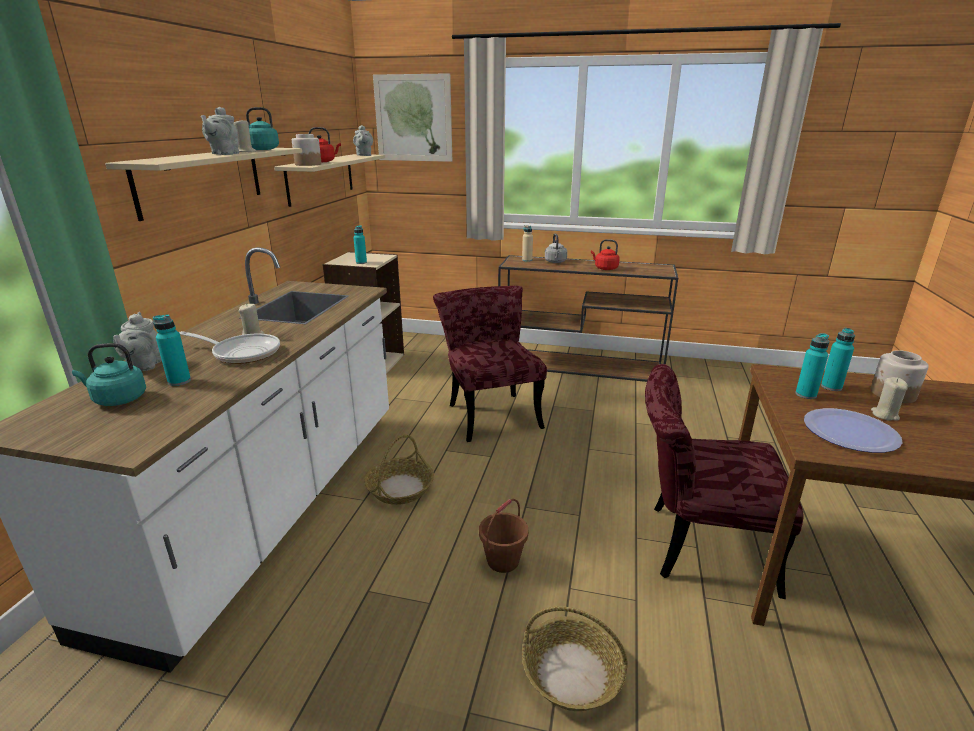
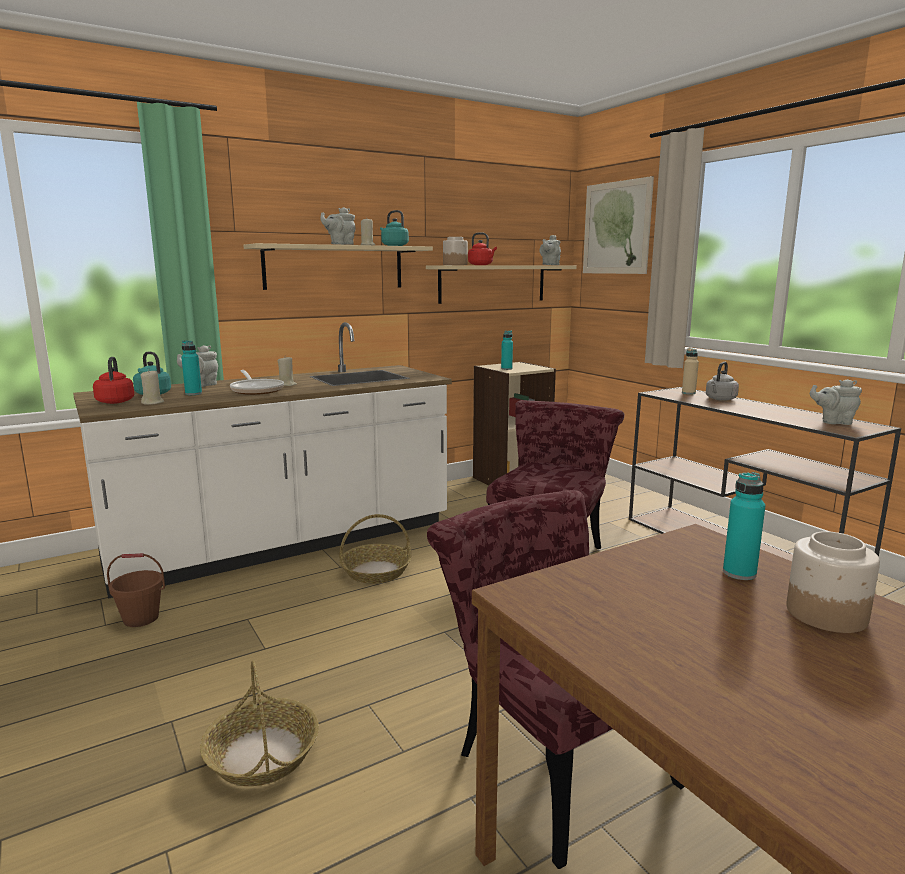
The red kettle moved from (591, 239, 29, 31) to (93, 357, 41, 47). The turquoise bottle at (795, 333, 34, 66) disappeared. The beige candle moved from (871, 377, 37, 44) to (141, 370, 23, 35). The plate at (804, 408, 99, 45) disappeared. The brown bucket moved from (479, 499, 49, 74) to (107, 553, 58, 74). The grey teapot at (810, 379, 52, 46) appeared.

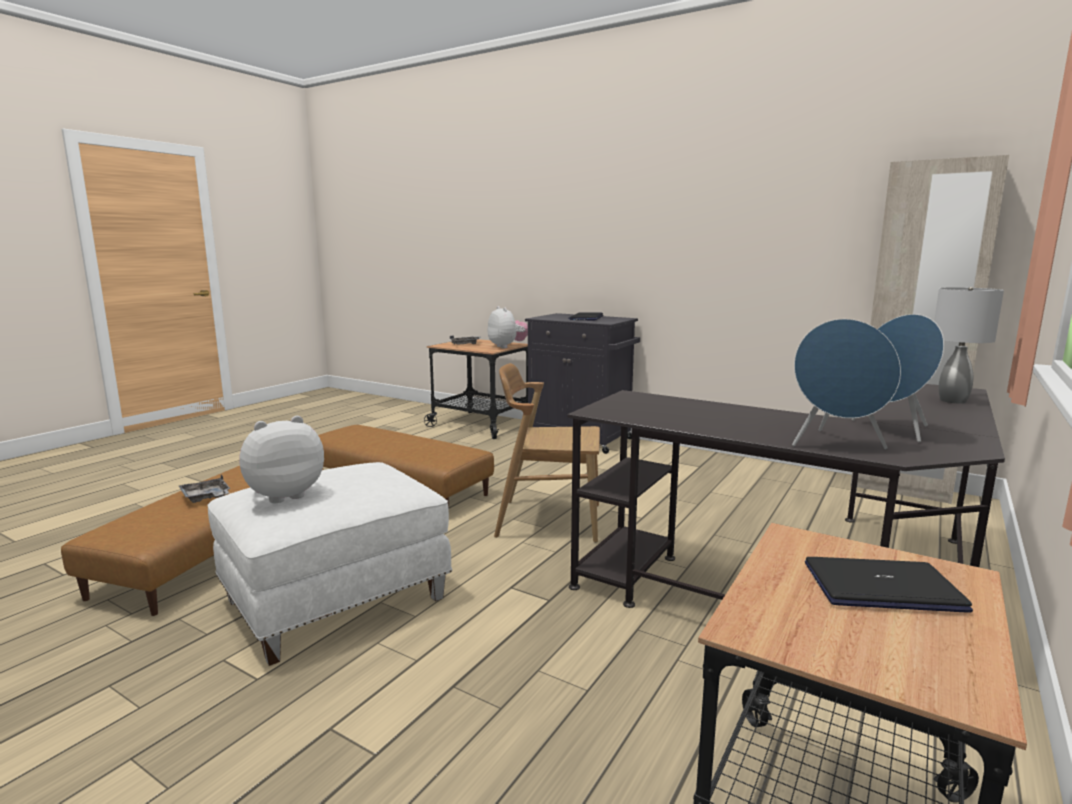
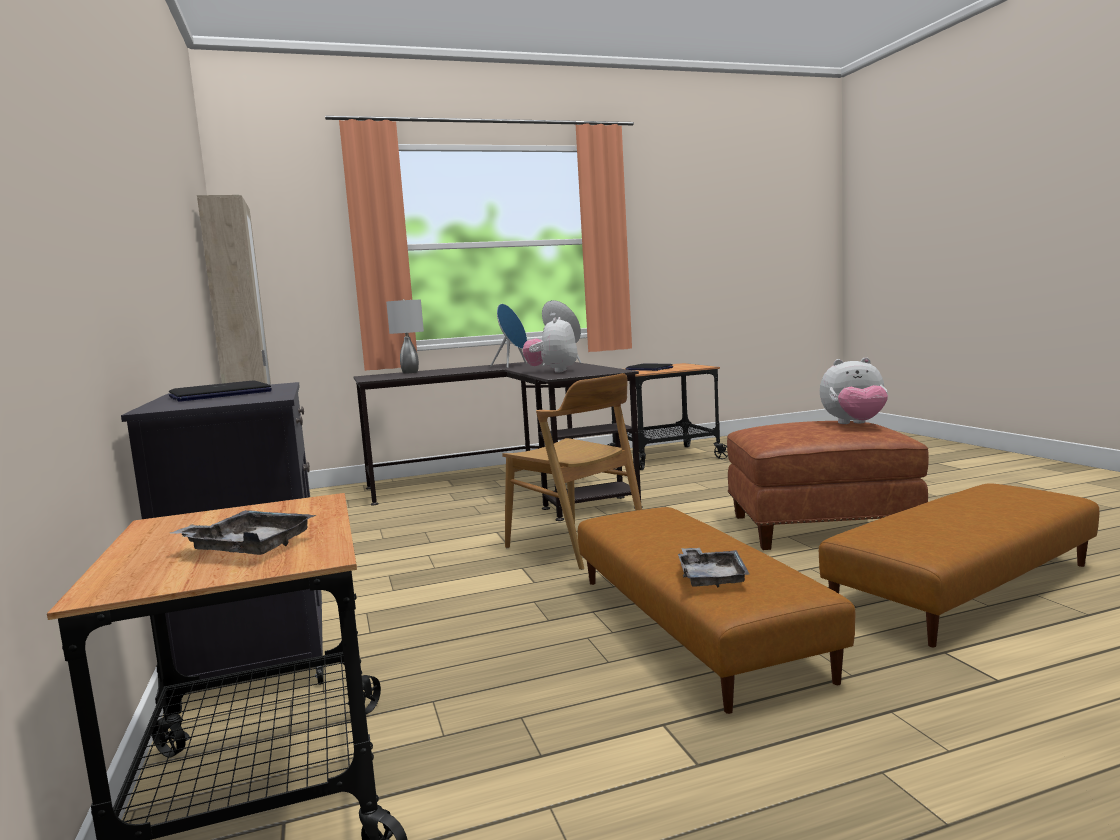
The plush toy moved from (488, 306, 40, 42) to (523, 317, 54, 56). The white ottoman at (208, 462, 244, 204) became the brown ottoman at (727, 421, 202, 129). The grey tray moved from (179, 474, 52, 29) to (678, 548, 72, 40).

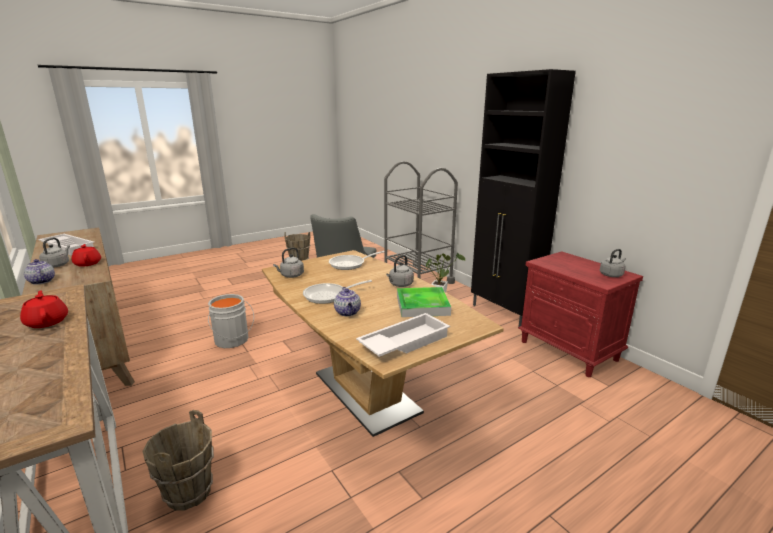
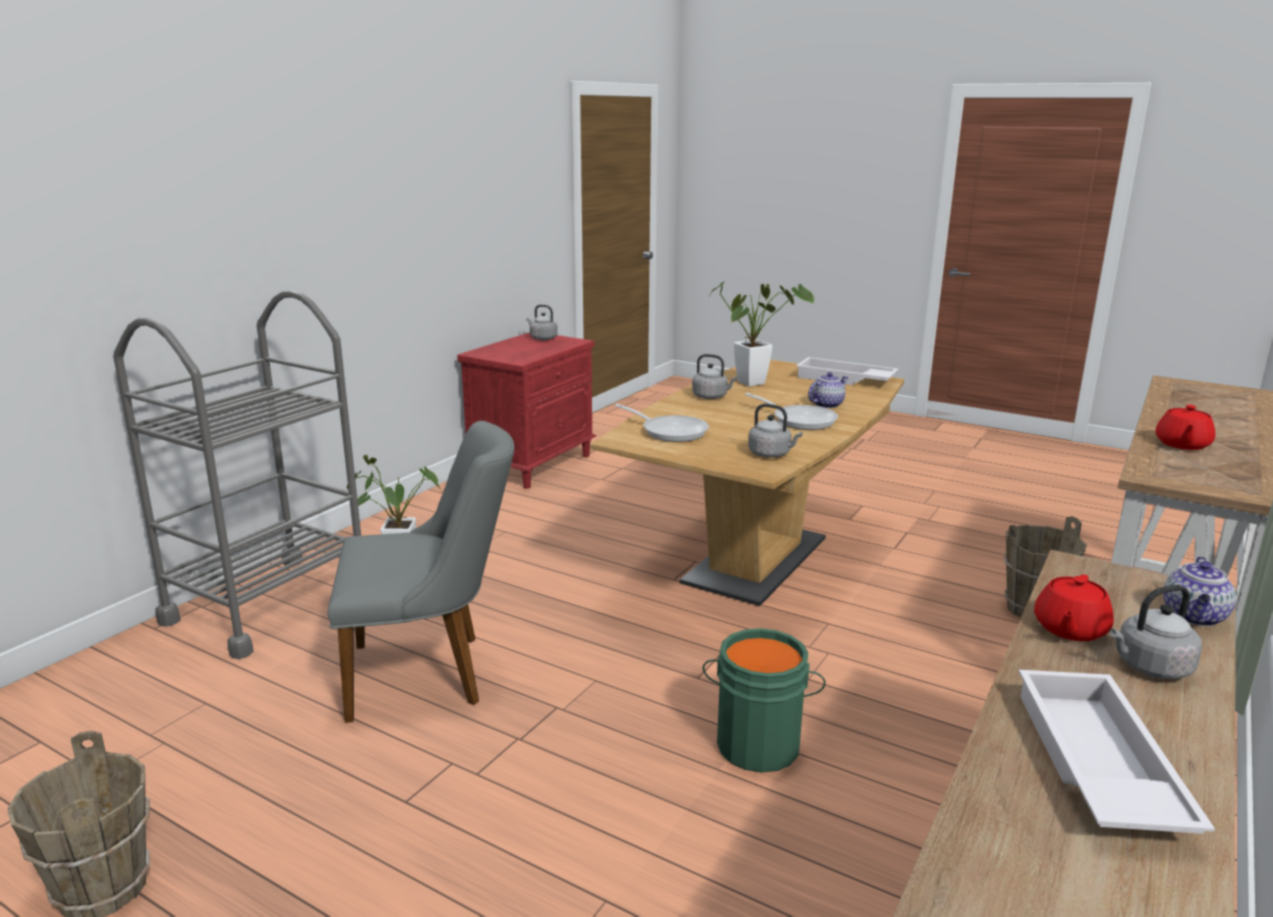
The black cabinet at (471, 69, 105, 258) disappeared. The tray at (397, 287, 54, 30) was replaced by the potted plant at (710, 282, 104, 104). The grey bucket at (208, 294, 46, 54) became the green bucket at (703, 628, 123, 145).

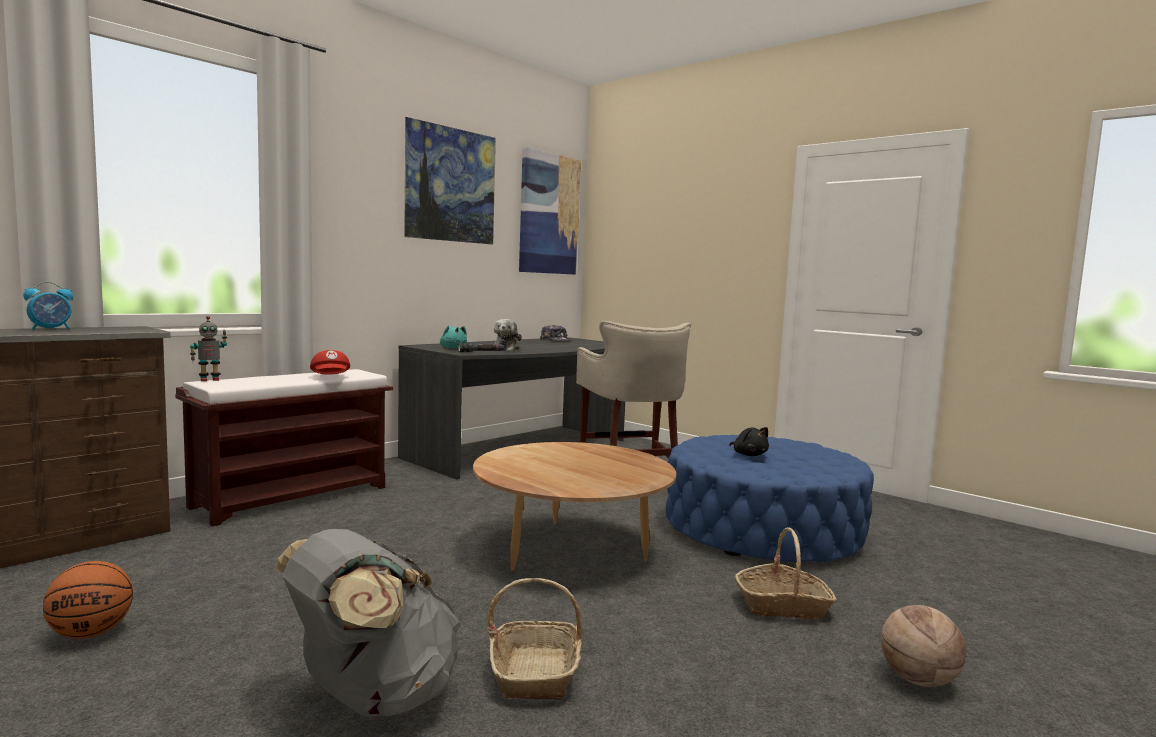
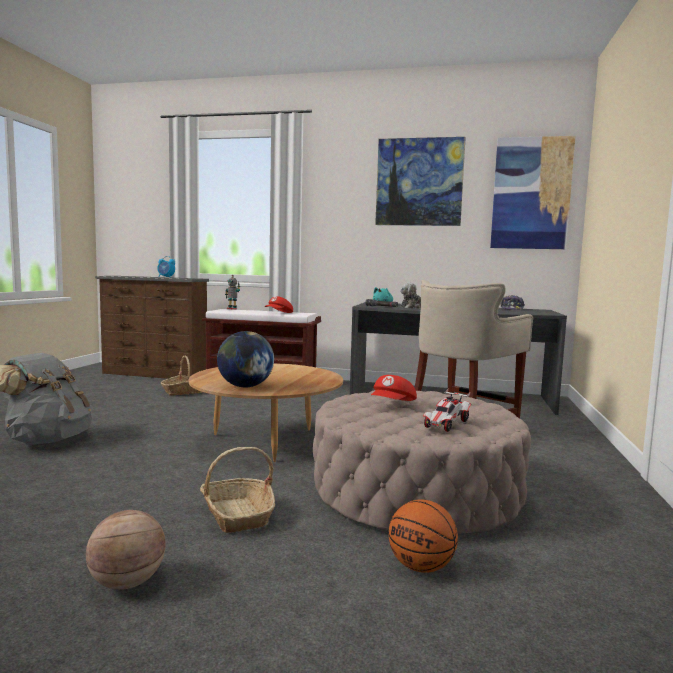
The black plush toy at (729, 427, 40, 29) was replaced by the red cap at (371, 375, 46, 26). The blue ottoman at (666, 435, 208, 127) became the beige ottoman at (313, 390, 218, 144). The basketball moved from (43, 561, 90, 78) to (389, 499, 69, 74). The basket moved from (488, 578, 95, 122) to (161, 356, 42, 40). The globe at (217, 331, 57, 57) appeared. The toy car at (423, 389, 48, 43) appeared.

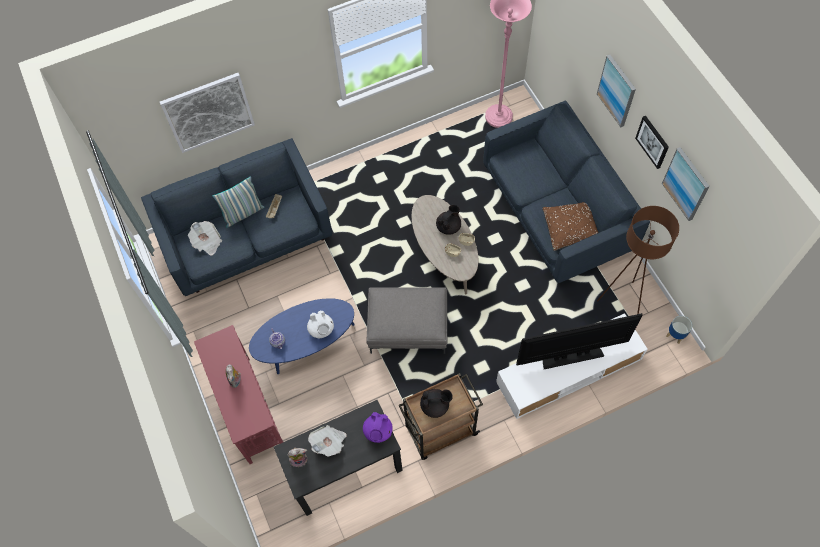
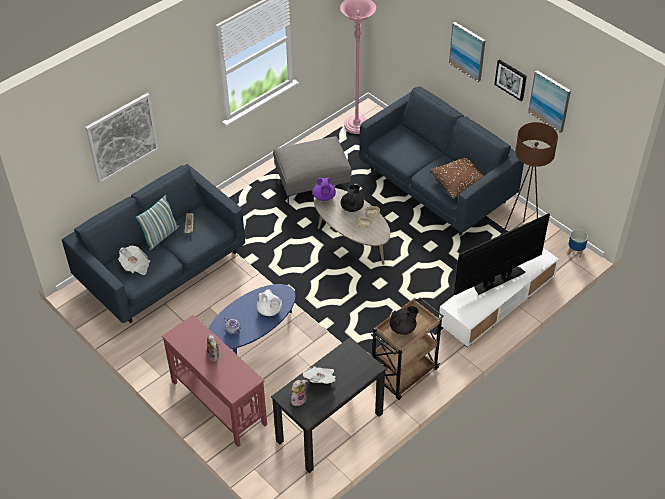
The grey ottoman moved from (366, 287, 81, 67) to (273, 136, 79, 68). The purple teapot moved from (363, 412, 30, 31) to (312, 177, 24, 24).

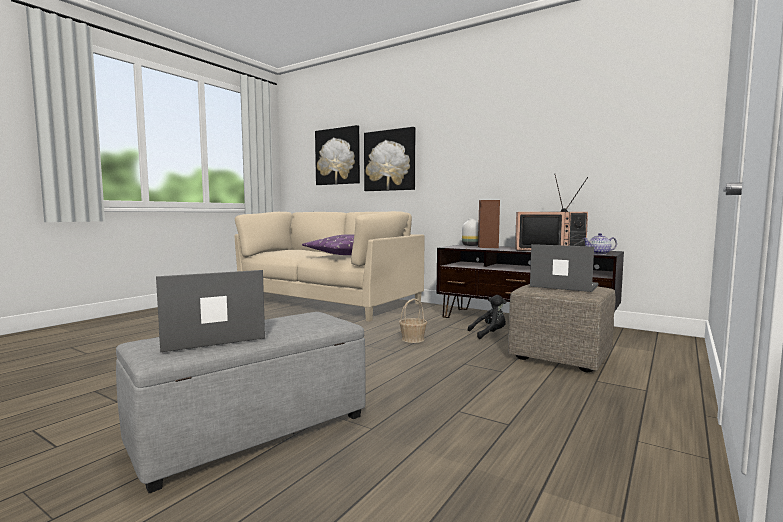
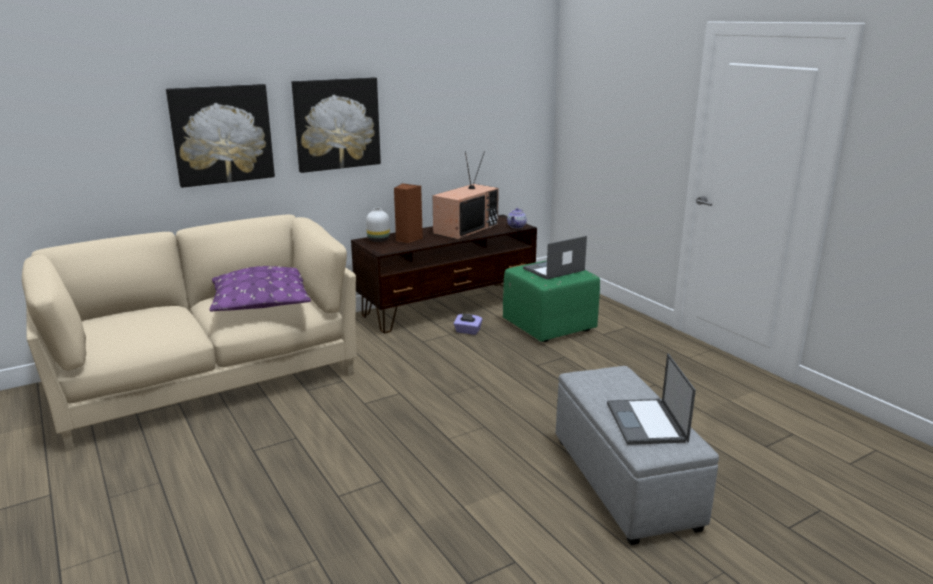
The picture moved from (315, 125, 45, 60) to (292, 77, 89, 96). The beige ottoman at (508, 284, 108, 88) became the green ottoman at (503, 261, 97, 81). The black plush toy at (468, 295, 38, 44) was replaced by the purple tissue box at (453, 313, 30, 22). The basket at (399, 298, 28, 45) disappeared.

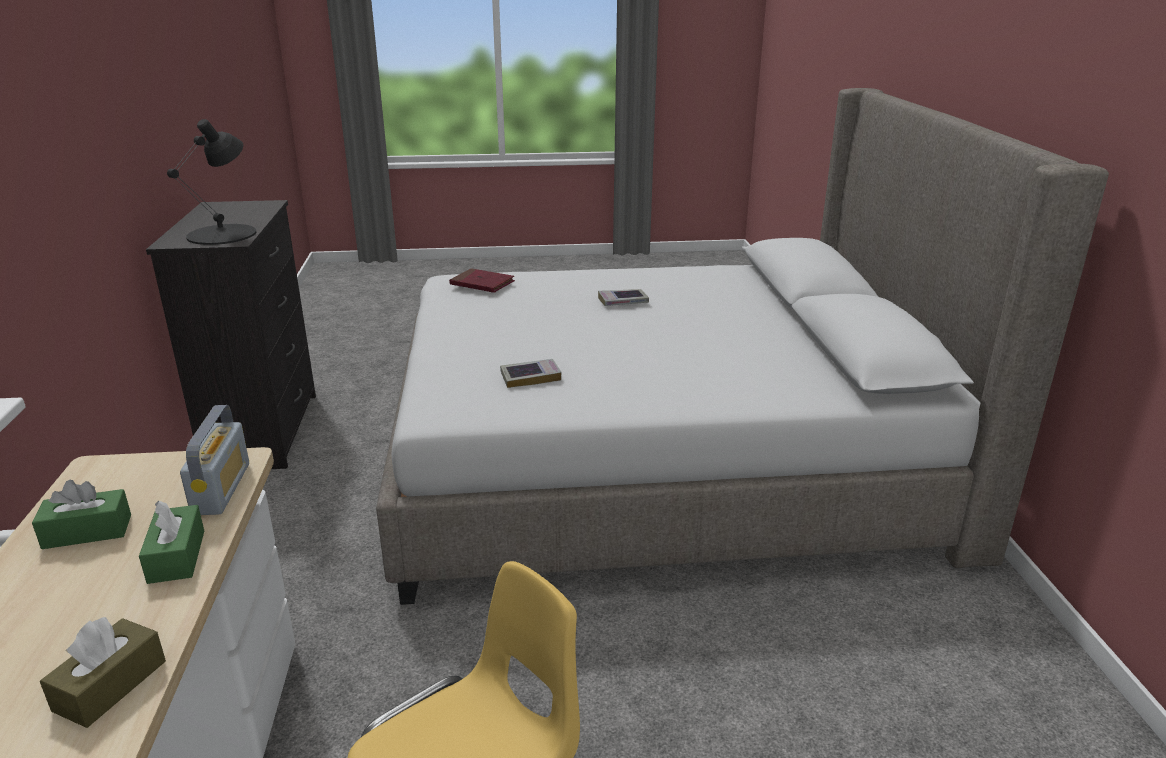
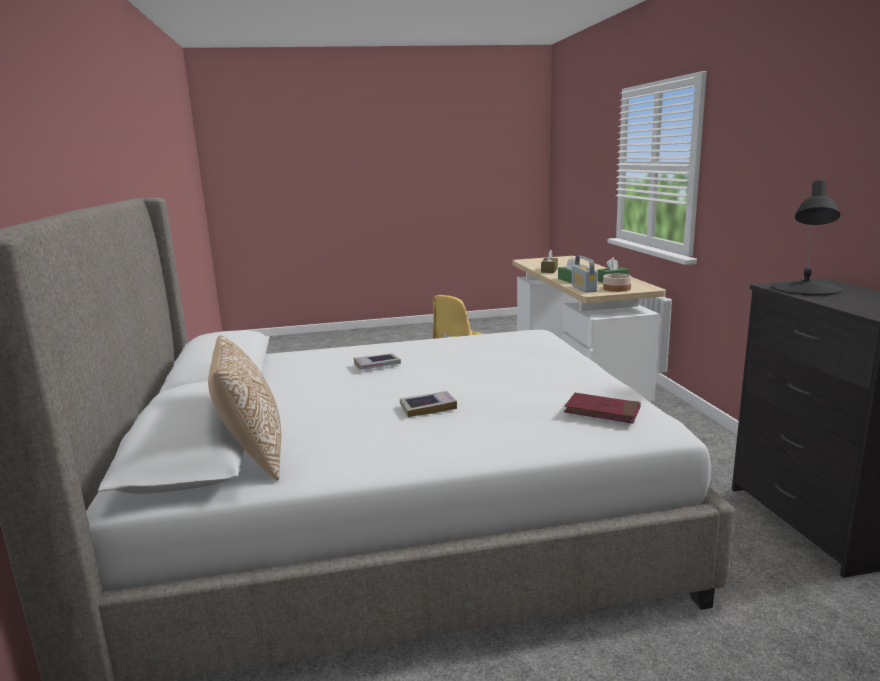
The book moved from (500, 359, 61, 29) to (354, 353, 47, 17). The bowl at (603, 274, 28, 18) appeared. The pillow at (208, 335, 73, 145) appeared.

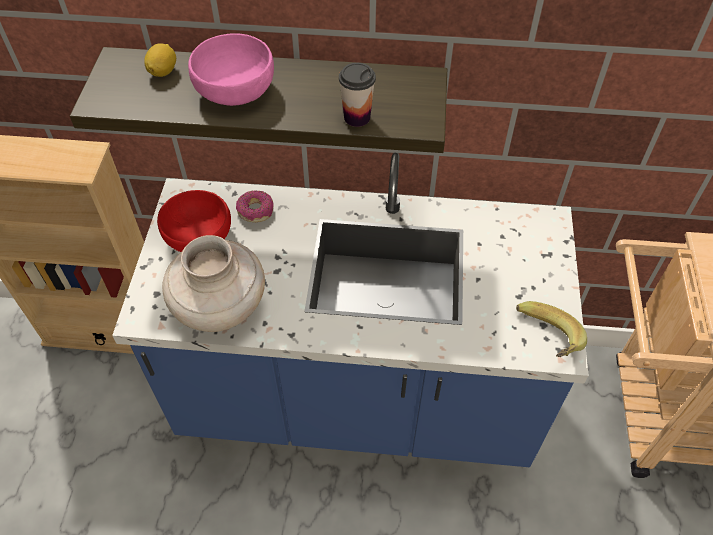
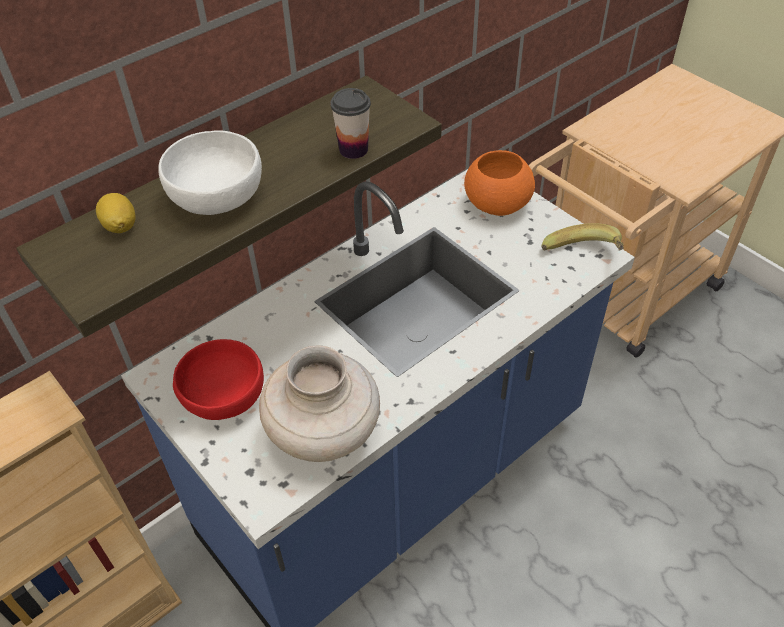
The pink bowl at (188, 33, 86, 73) became the white bowl at (158, 130, 104, 85). The donut at (236, 190, 38, 32) disappeared. The orange bowl at (464, 150, 71, 66) appeared.

